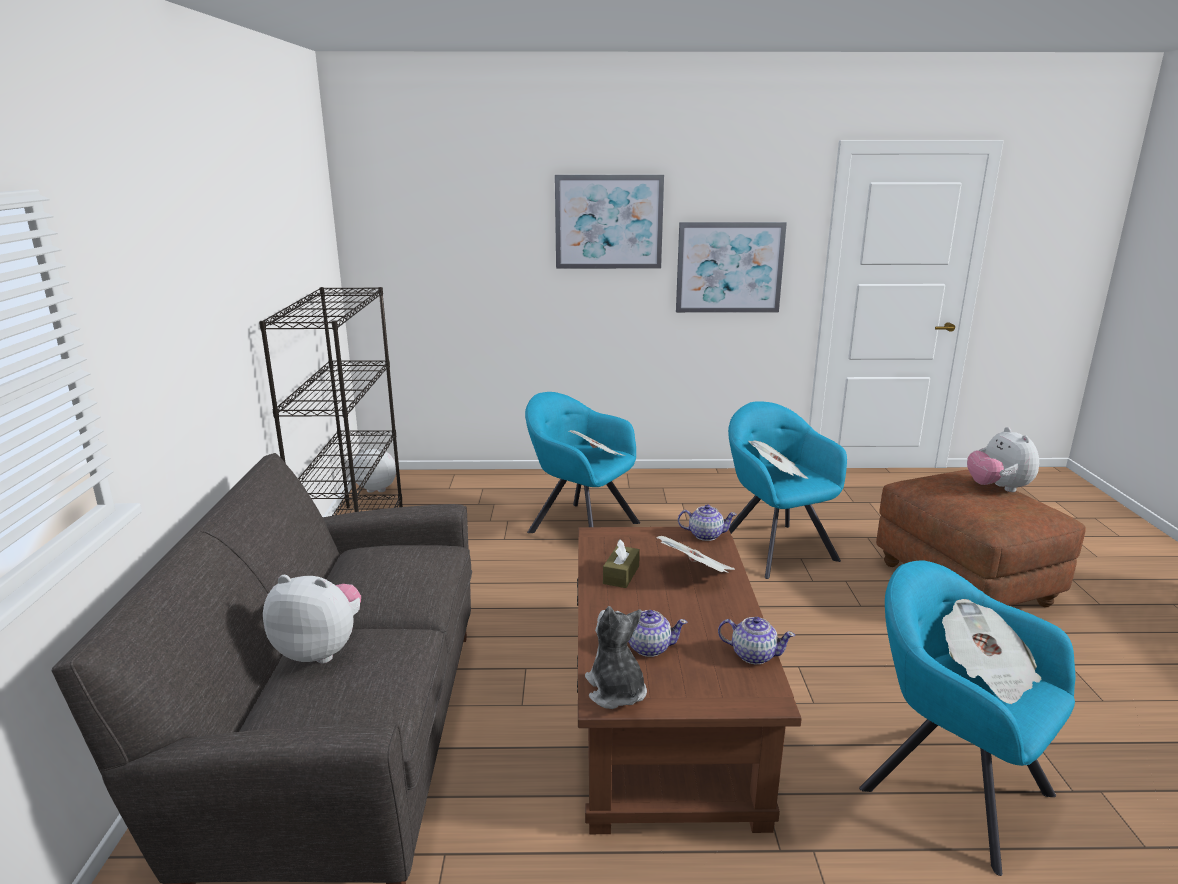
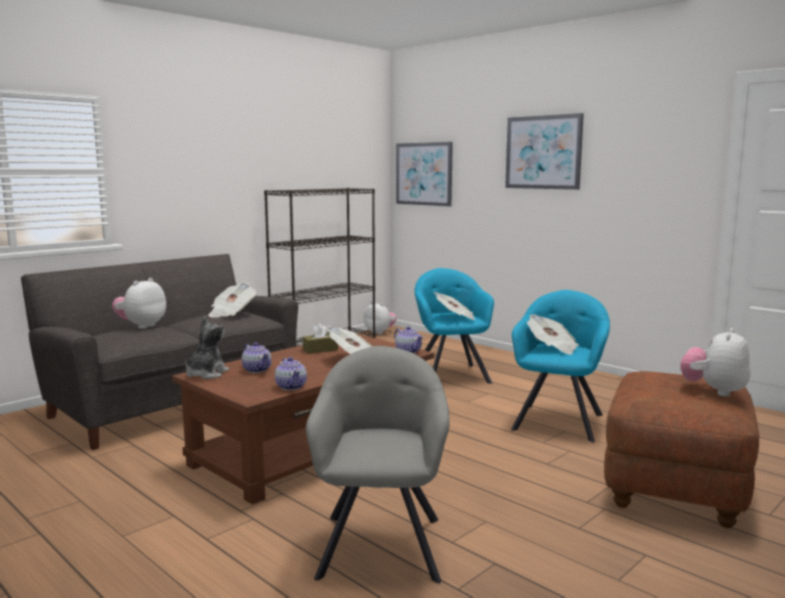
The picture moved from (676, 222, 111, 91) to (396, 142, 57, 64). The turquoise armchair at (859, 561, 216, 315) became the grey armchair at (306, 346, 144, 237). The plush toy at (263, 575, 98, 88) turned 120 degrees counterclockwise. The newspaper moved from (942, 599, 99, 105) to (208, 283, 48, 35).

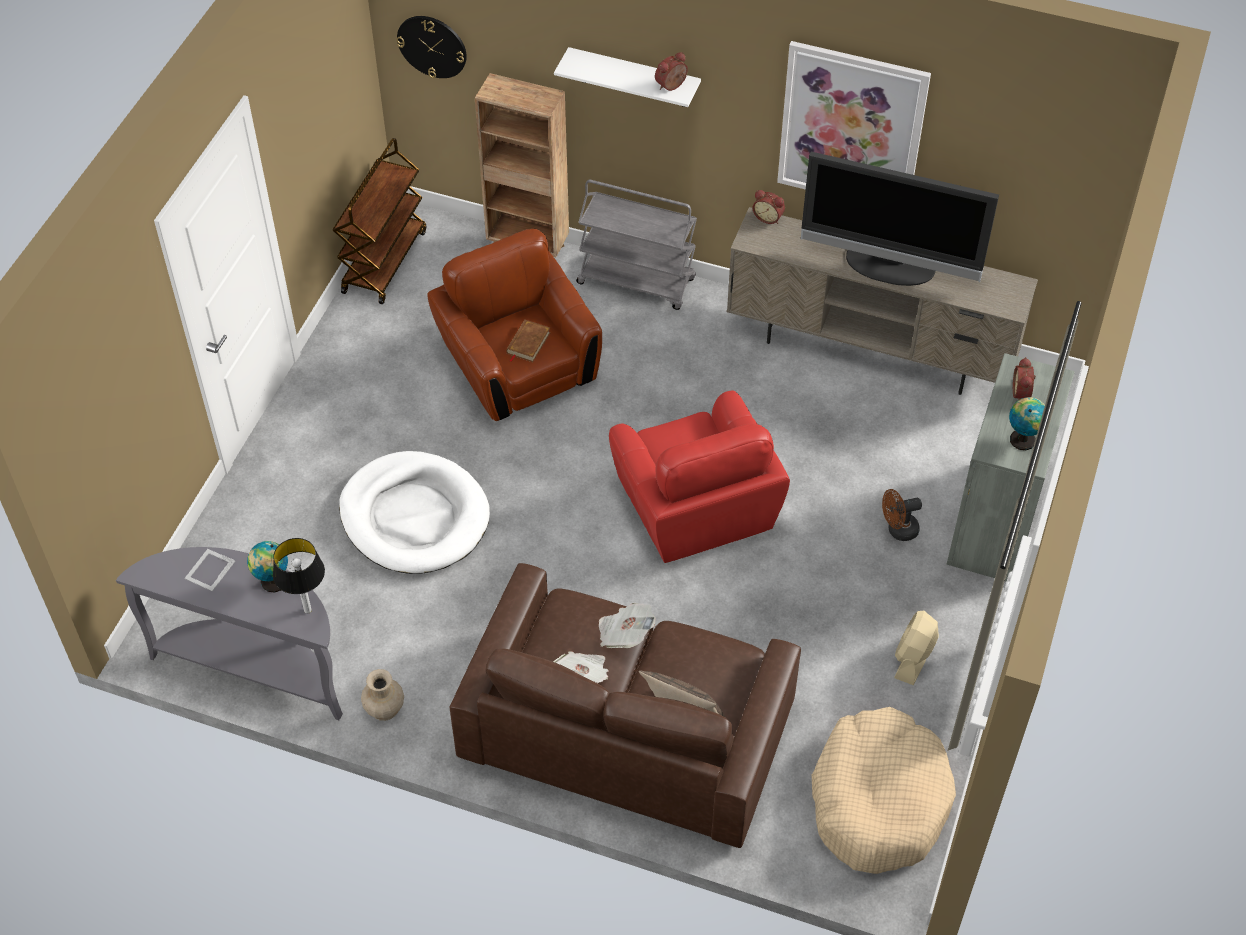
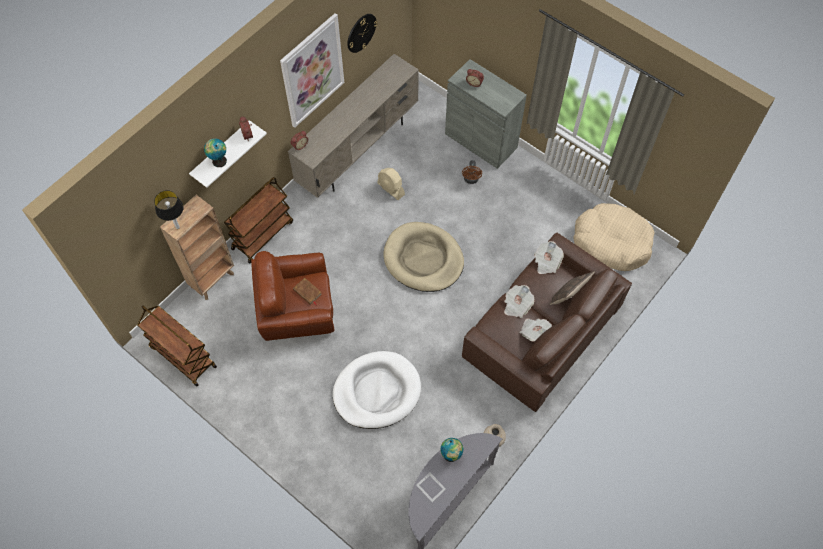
The wall clock moved from (396, 16, 71, 62) to (347, 14, 30, 39). The television at (801, 152, 198, 134) disappeared. The grey cart at (576, 180, 121, 130) became the brown cart at (224, 177, 69, 87). The red armchair at (609, 390, 181, 173) was replaced by the beige dog bed at (383, 222, 81, 70). The globe moved from (1009, 397, 36, 53) to (204, 138, 23, 29). The table lamp moved from (273, 538, 52, 76) to (154, 190, 30, 39). The beige fan moved from (894, 611, 45, 74) to (377, 168, 28, 32). The newspaper at (534, 241, 30, 33) appeared.

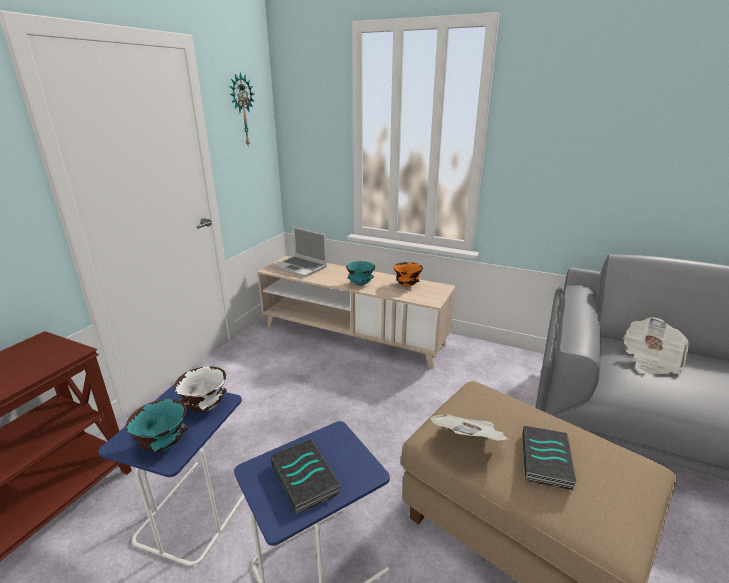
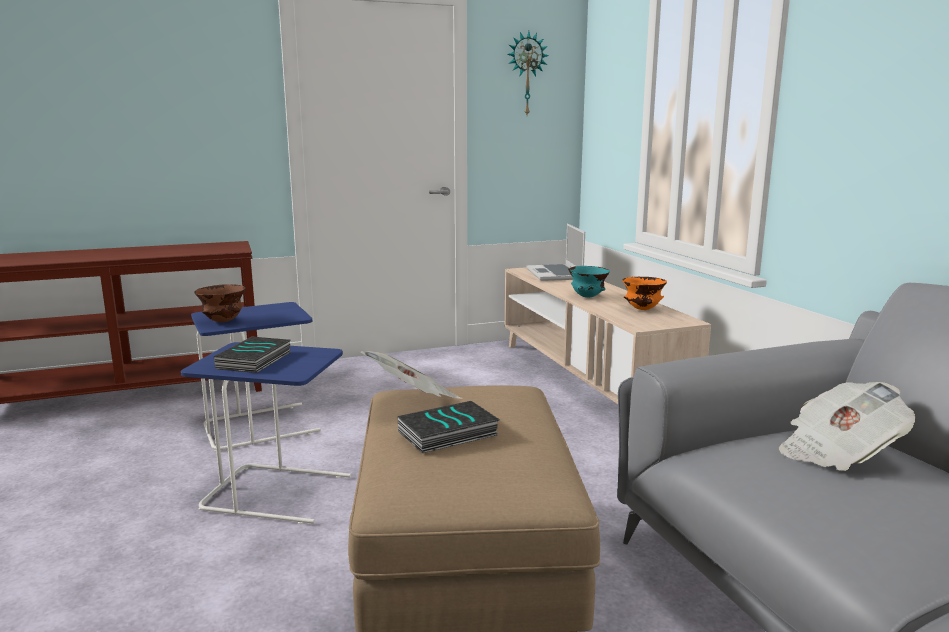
The white bowl at (174, 366, 53, 46) disappeared. The turquoise bowl at (126, 399, 62, 53) became the brown bowl at (194, 284, 52, 38).

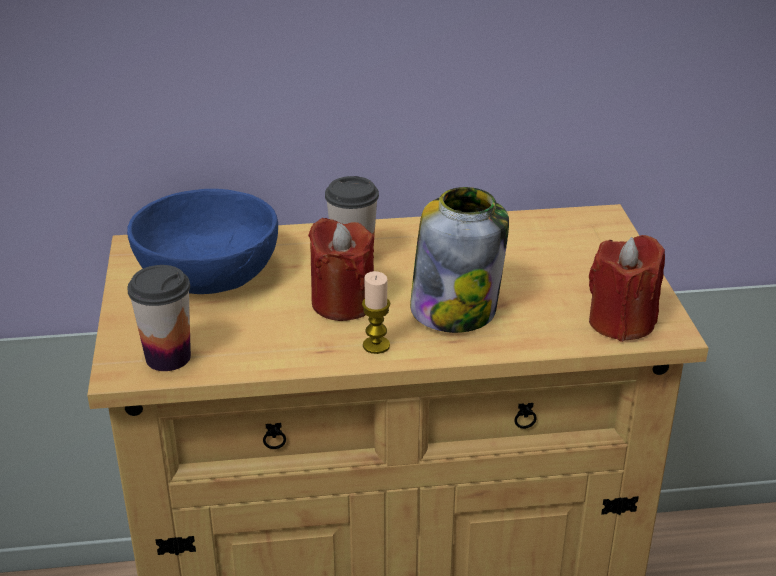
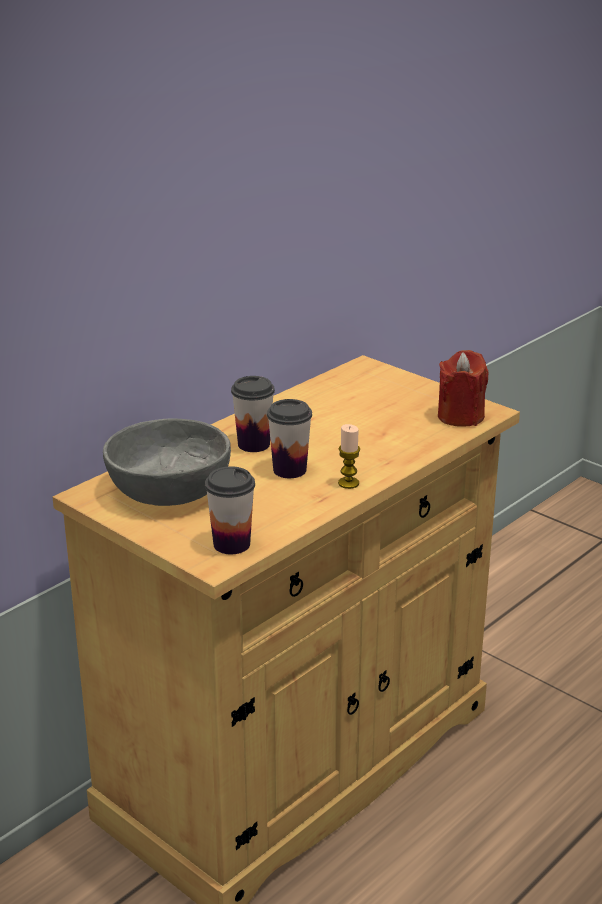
The jar at (410, 187, 99, 146) disappeared. The blue bowl at (127, 189, 151, 105) became the grey bowl at (103, 419, 128, 87). The red candle at (308, 218, 66, 103) was replaced by the cup at (267, 399, 45, 79).

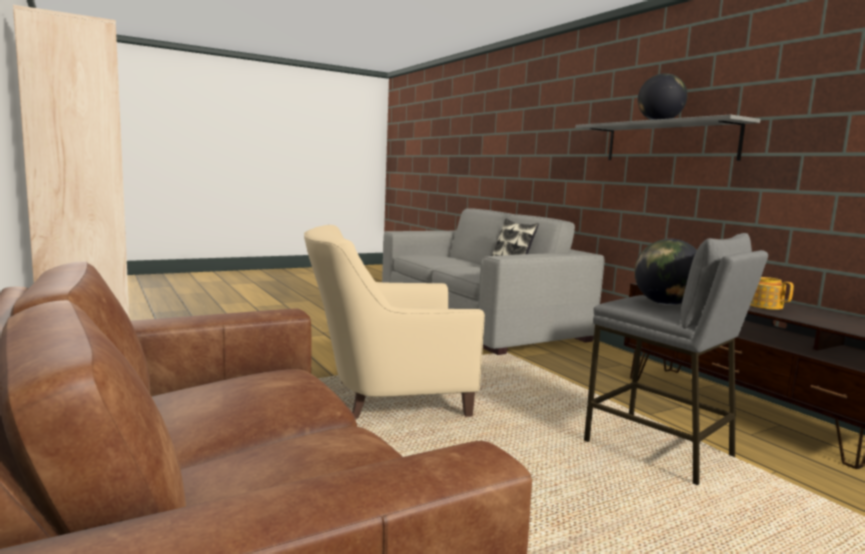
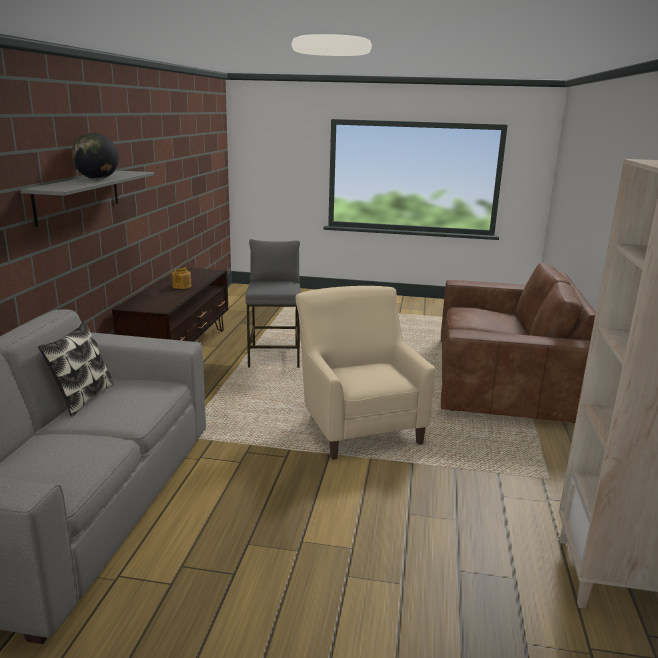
The beige armchair at (304, 225, 181, 194) turned 135 degrees counterclockwise. The globe at (634, 239, 63, 66) disappeared.

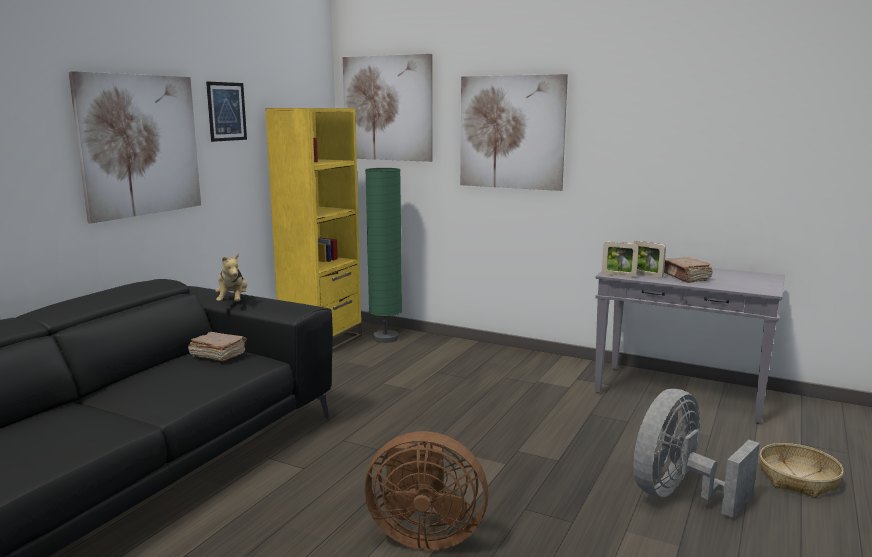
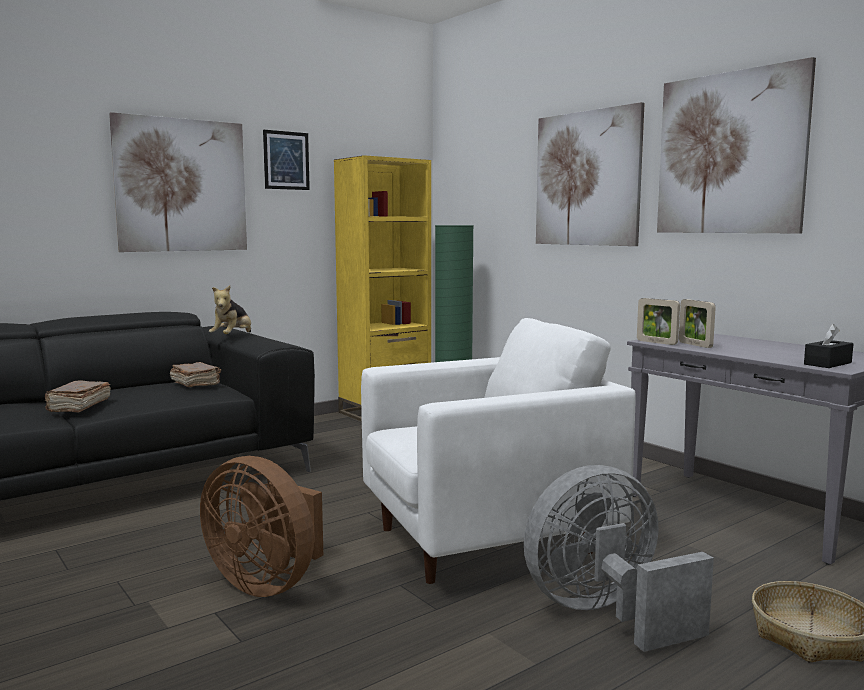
The picture moved from (343, 54, 90, 108) to (657, 57, 159, 177). The brown book moved from (664, 257, 49, 26) to (45, 380, 66, 32). The white armchair at (361, 318, 275, 266) appeared. The black tissue box at (804, 324, 50, 44) appeared.

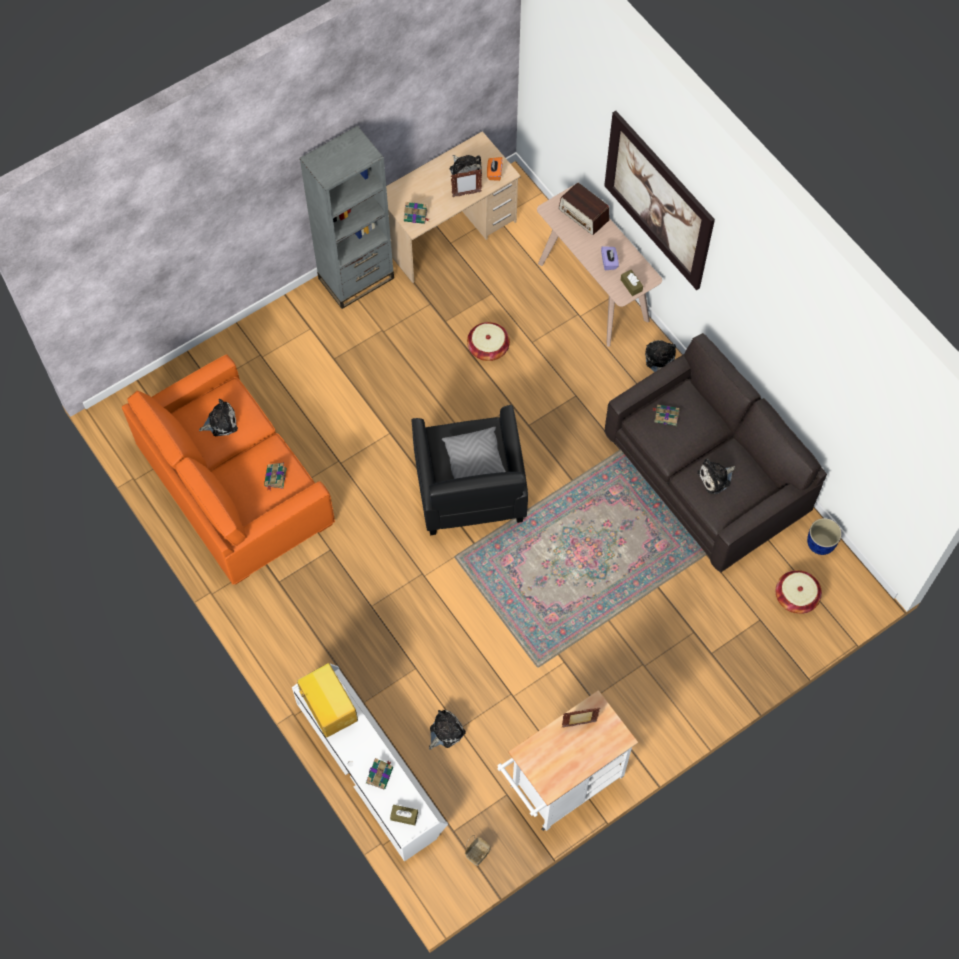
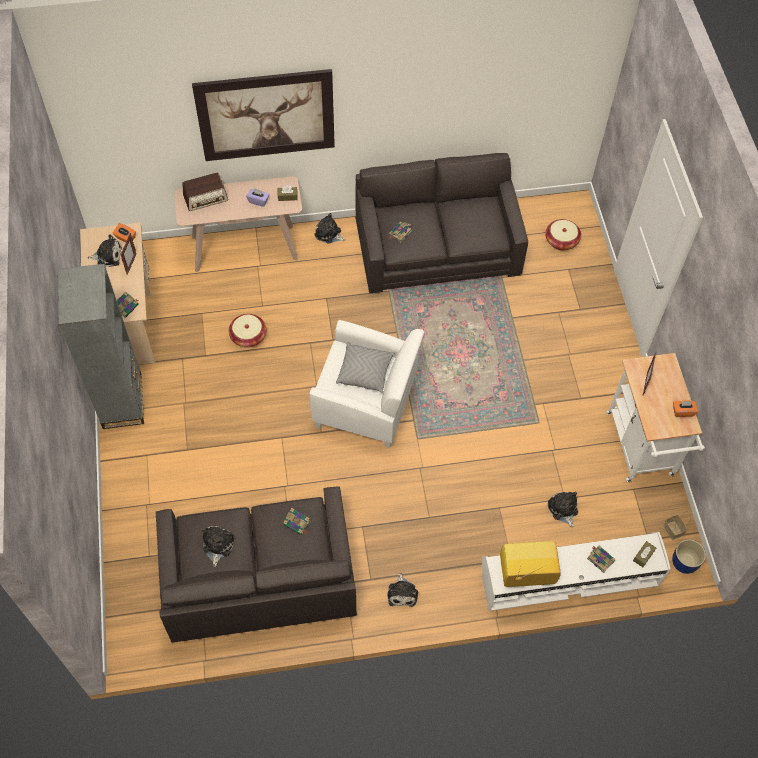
The orange sofa at (122, 354, 213, 231) became the grey sofa at (156, 486, 201, 157). The black armchair at (411, 405, 117, 130) became the white armchair at (310, 320, 115, 128). The plush toy moved from (697, 459, 38, 35) to (387, 573, 31, 34). The blue planter moved from (807, 518, 35, 37) to (672, 539, 34, 35). The orange tissue box at (673, 400, 26, 17) appeared.

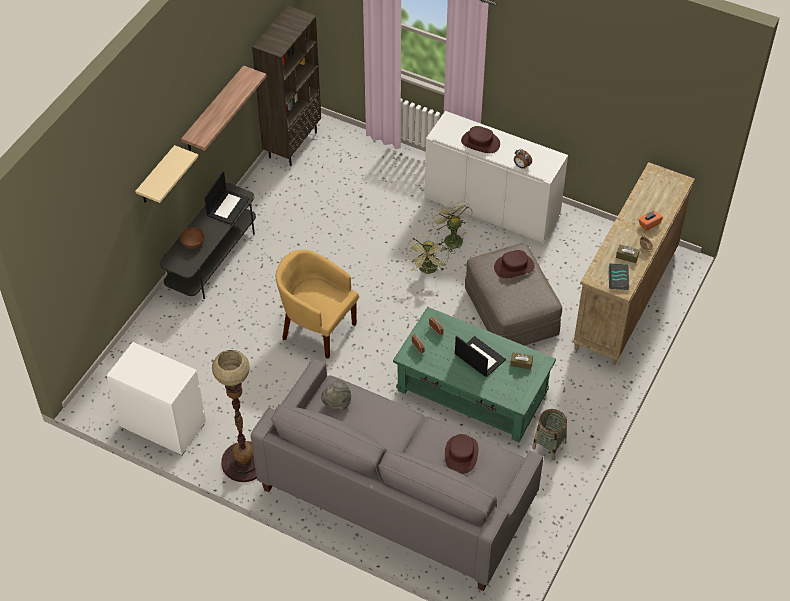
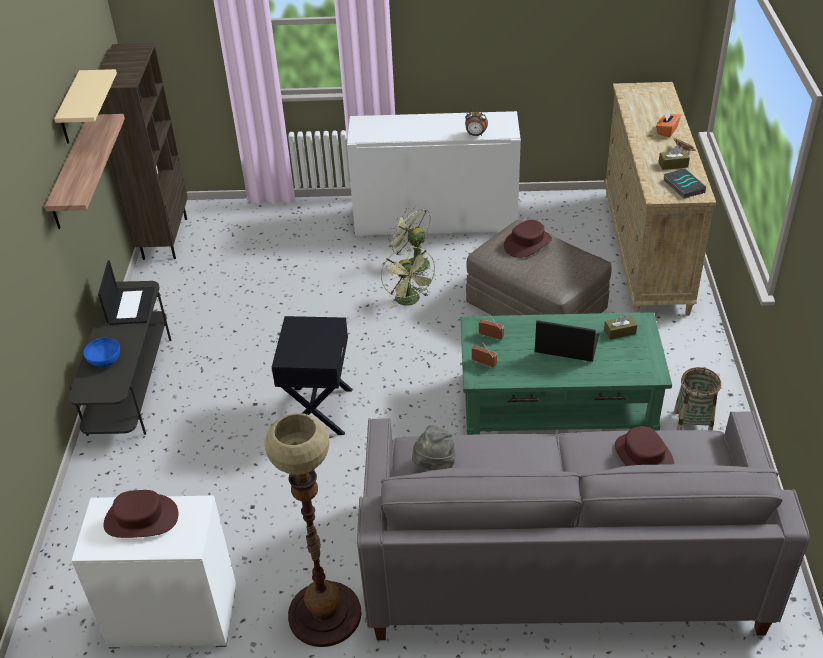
The brown hat moved from (461, 126, 39, 27) to (104, 490, 74, 48). The beige shelf moved from (135, 145, 63, 58) to (54, 69, 63, 75). The brown bowl at (180, 227, 25, 22) became the blue bowl at (83, 338, 37, 29). The yellow armchair at (276, 250, 83, 109) was replaced by the black side table at (272, 316, 80, 119).

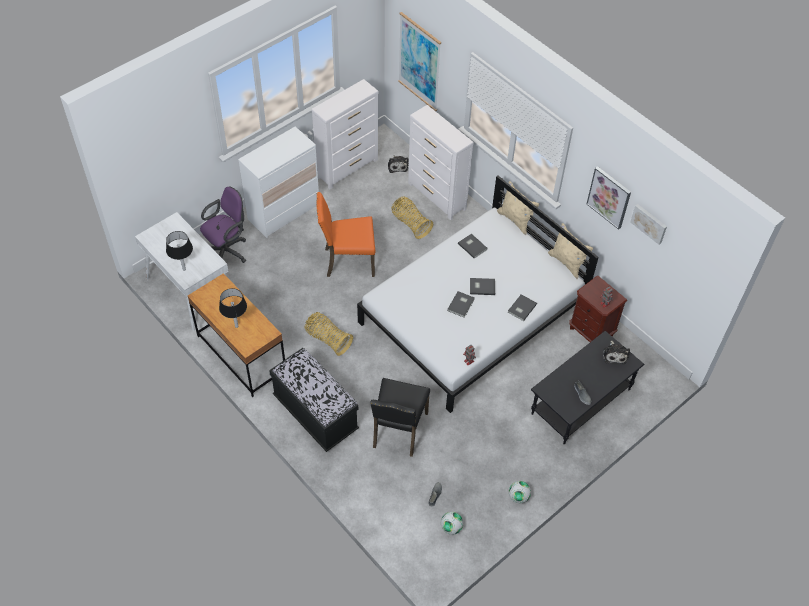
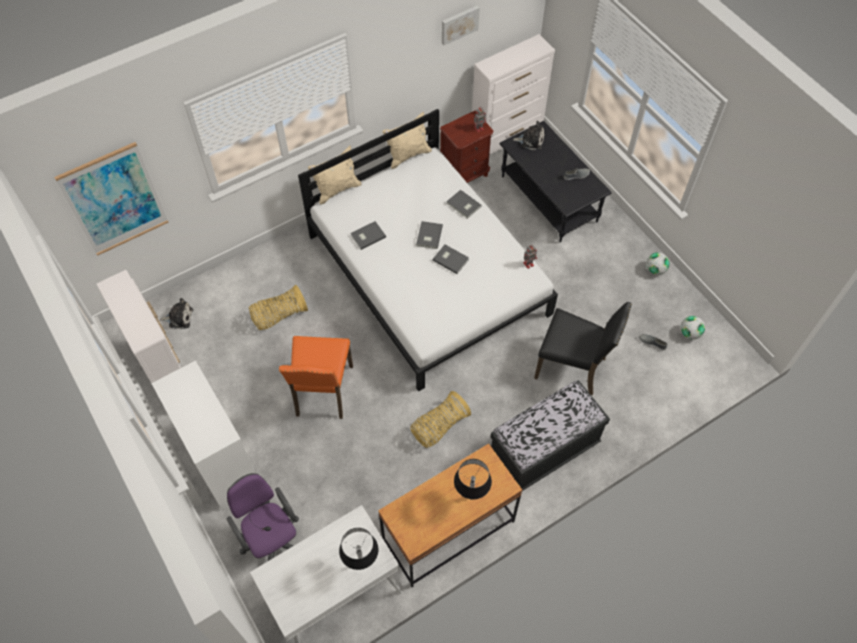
The white dresser moved from (408, 105, 66, 115) to (472, 34, 83, 121). The picture at (587, 166, 44, 64) disappeared.

